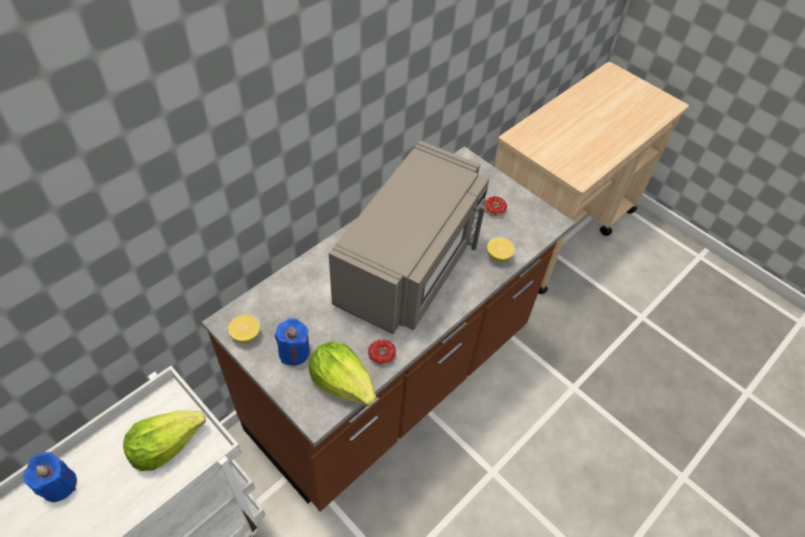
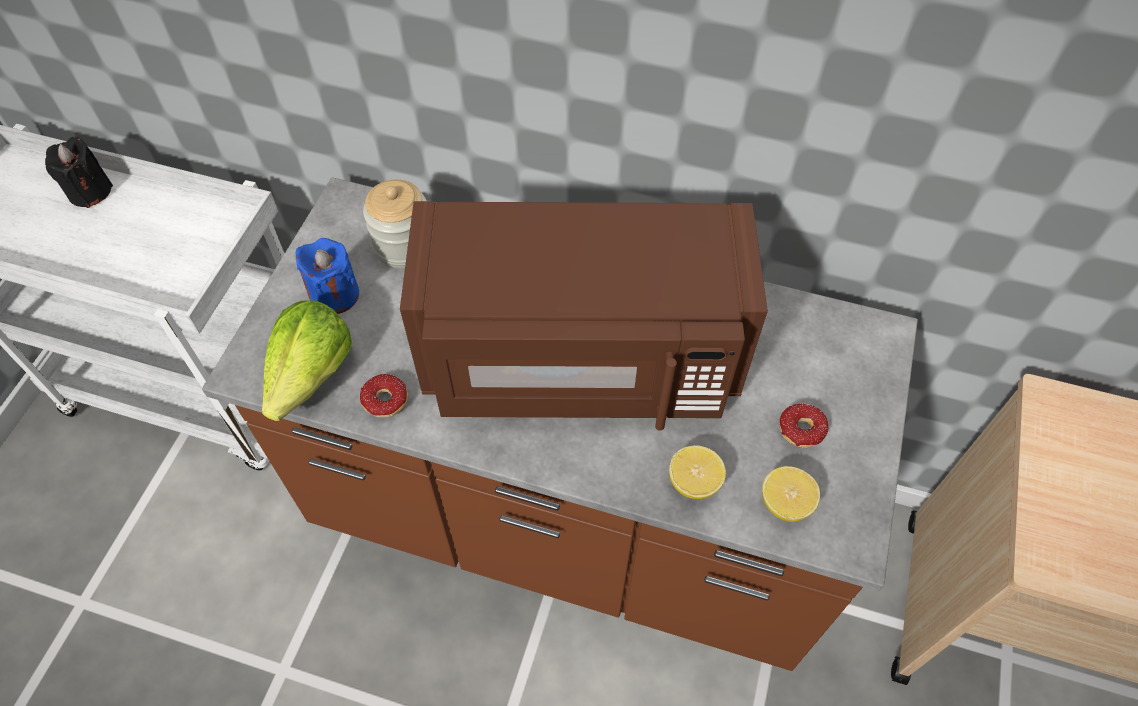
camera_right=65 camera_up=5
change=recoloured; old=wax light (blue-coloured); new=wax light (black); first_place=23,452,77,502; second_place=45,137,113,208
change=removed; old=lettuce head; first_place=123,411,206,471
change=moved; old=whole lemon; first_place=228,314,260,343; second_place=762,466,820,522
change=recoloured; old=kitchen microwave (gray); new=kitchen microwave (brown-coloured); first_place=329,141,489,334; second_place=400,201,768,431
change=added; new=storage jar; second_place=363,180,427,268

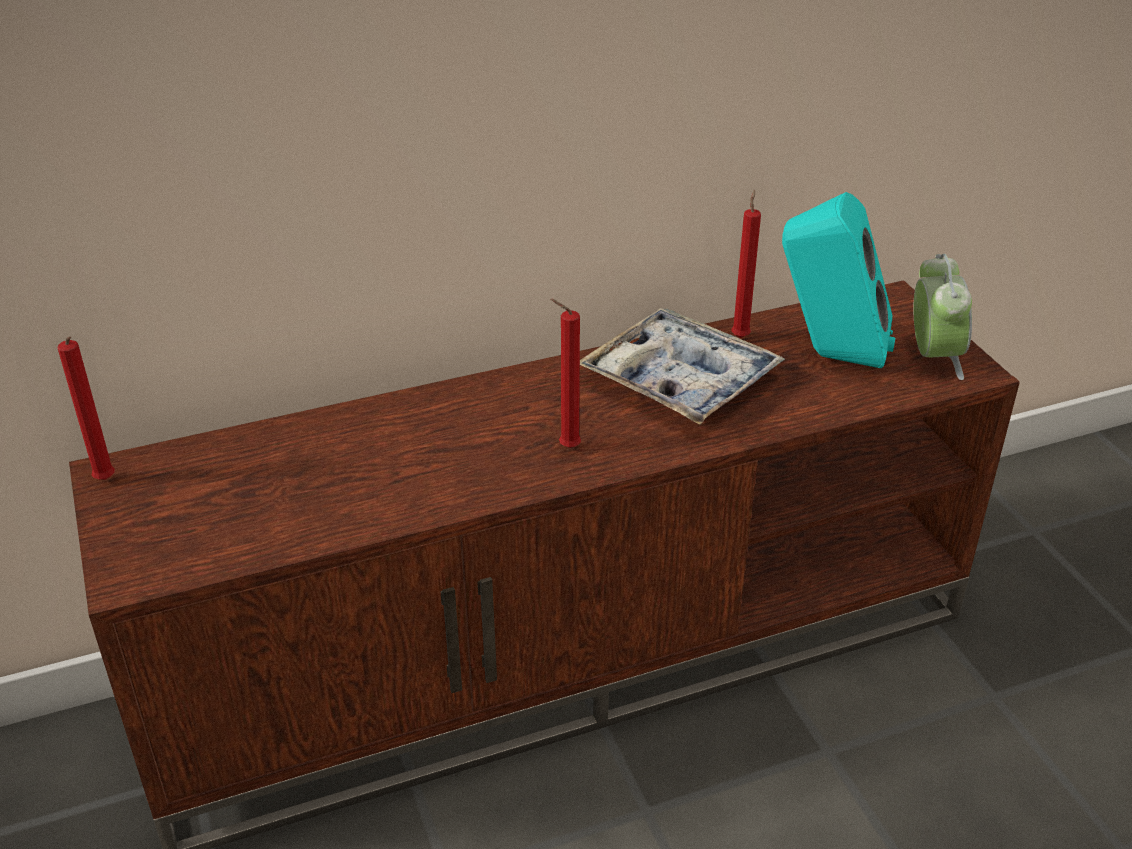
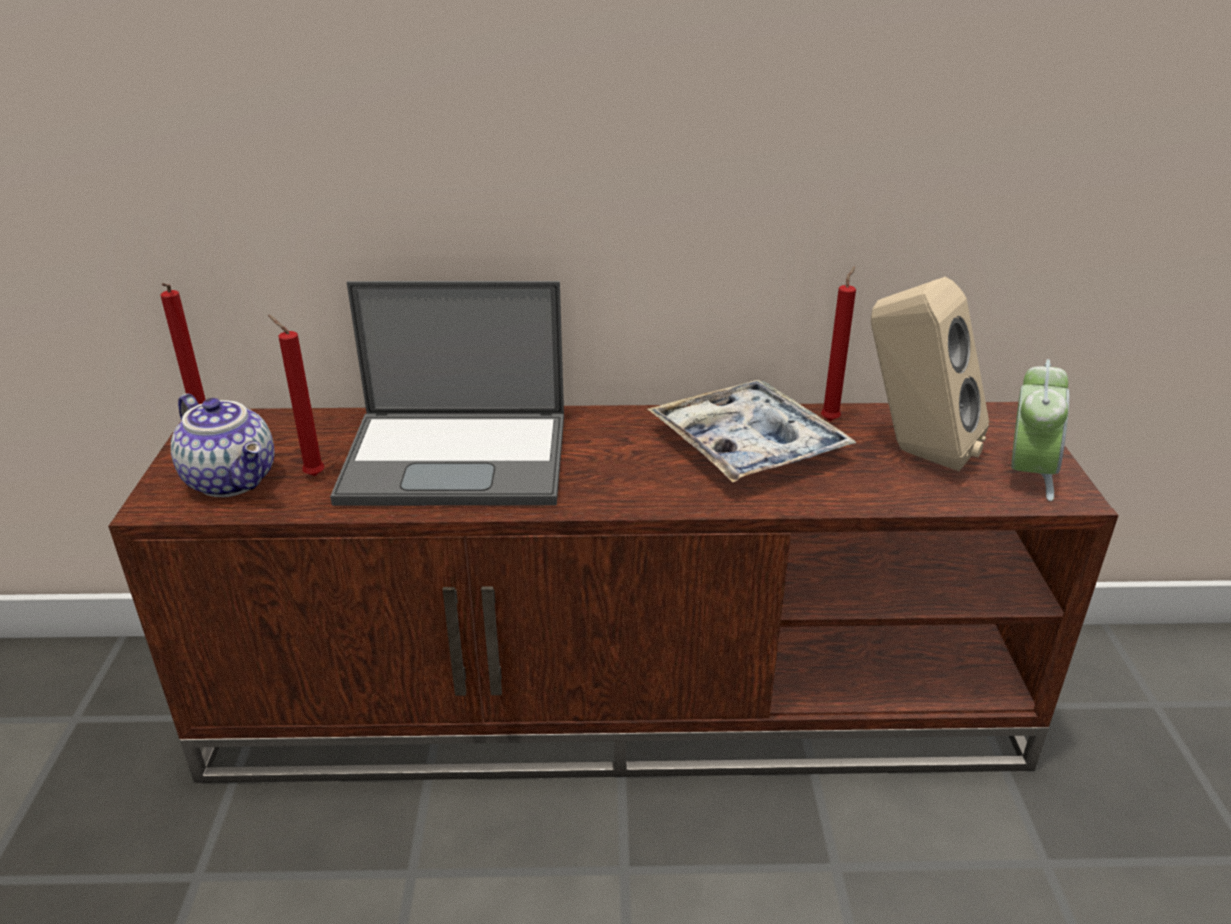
camera_right=20 camera_up=-5
change=moved; old=wax light (reddish); first_place=550,299,581,448; second_place=268,314,325,476
change=recoloured; old=audio speaker (turquoise); new=audio speaker (sand-coloured); first_place=782,192,895,368; second_place=871,277,989,471
change=added; new=pot for tea; second_place=171,394,274,497
change=added; new=laptop; second_place=330,281,564,506

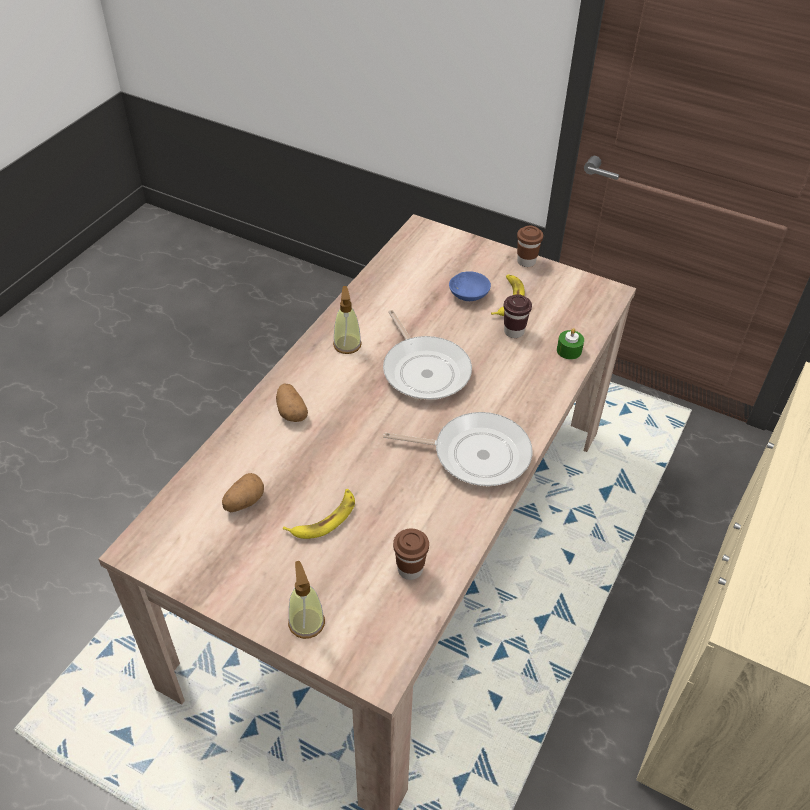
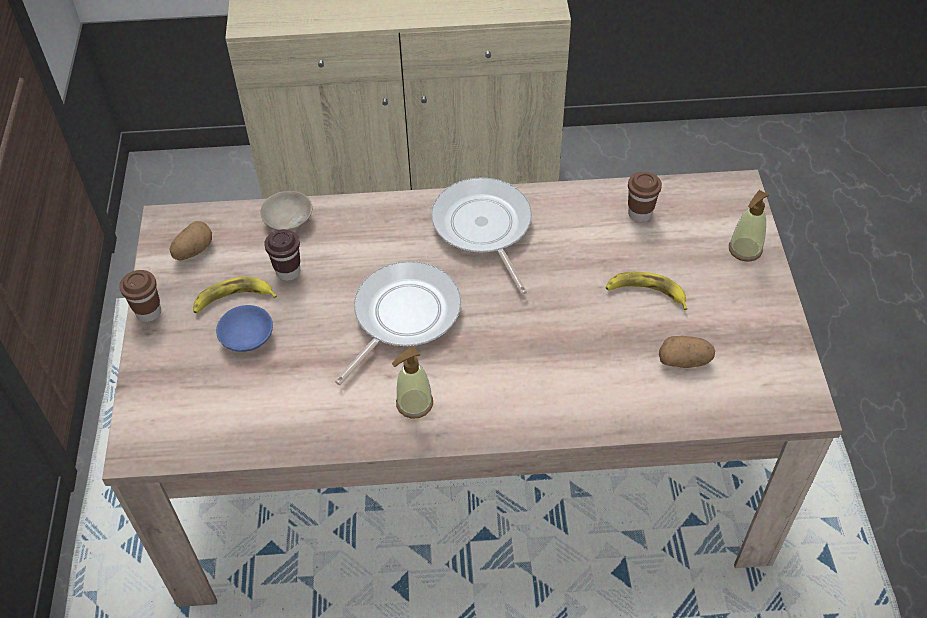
camera_right=-120 camera_up=5
change=moved; old=whole potato; first_place=276,384,308,422; second_place=170,221,212,260
change=replaced; old=wax light (green-coloured); new=serving bowl (sand-coloured); first_place=557,328,584,360; second_place=261,191,312,231

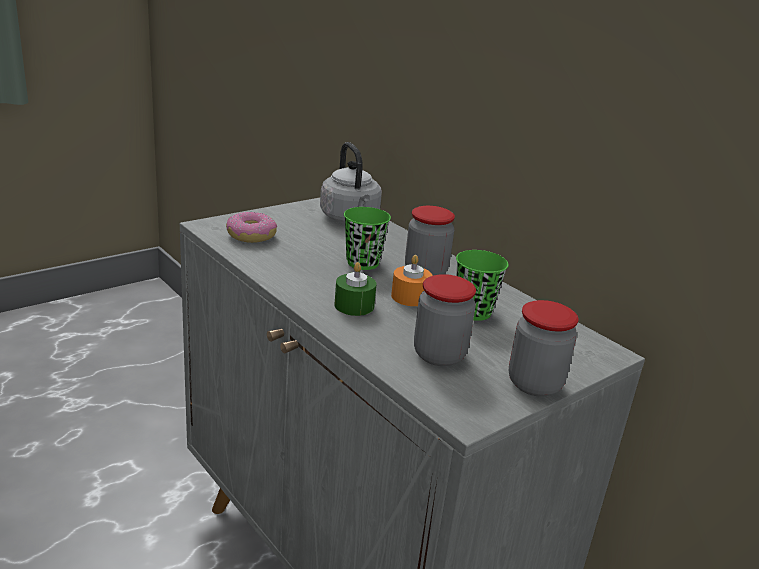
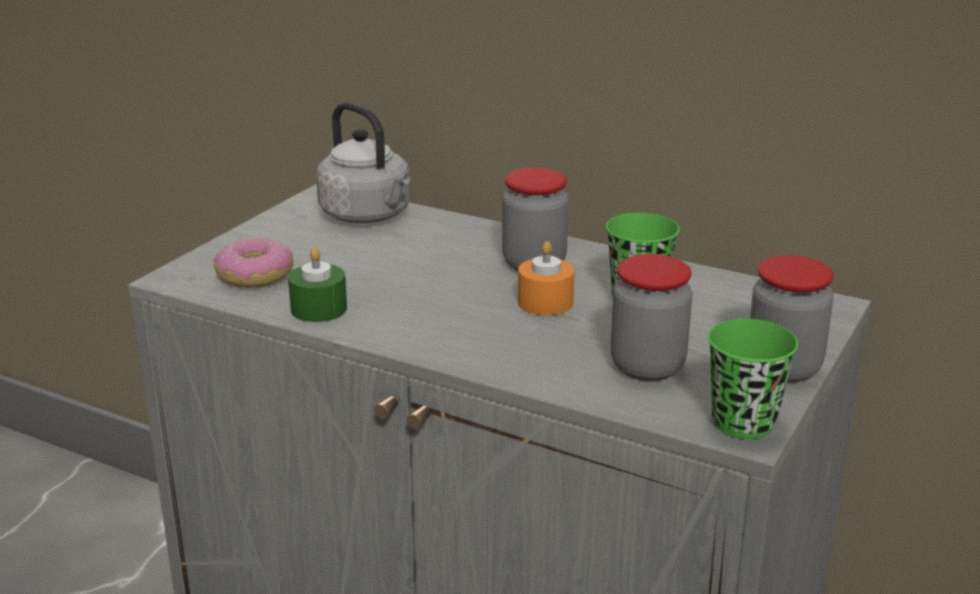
camera_right=-20 camera_up=0
change=moved; old=wax light (green-coloured); first_place=334,262,376,316; second_place=288,247,347,322
change=moved; old=drinking cup (green-coloured); first_place=344,207,391,270; second_place=708,319,798,439

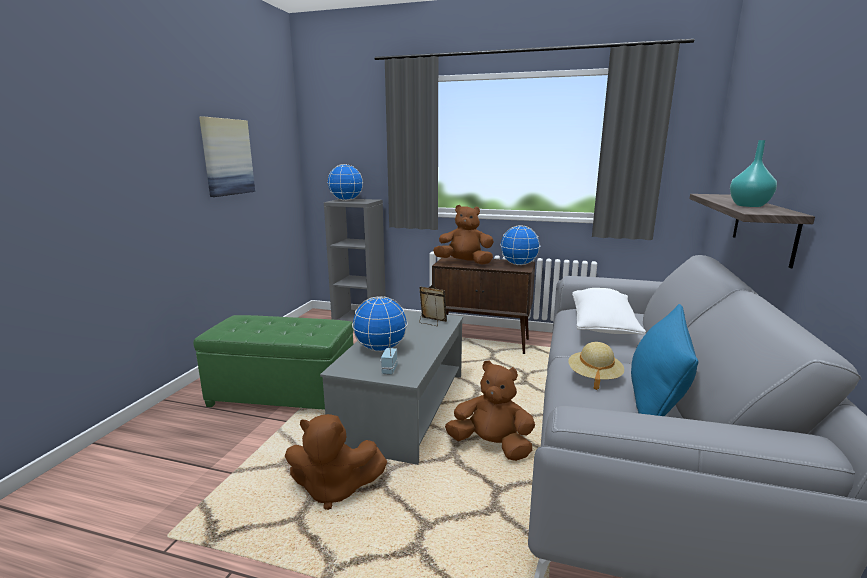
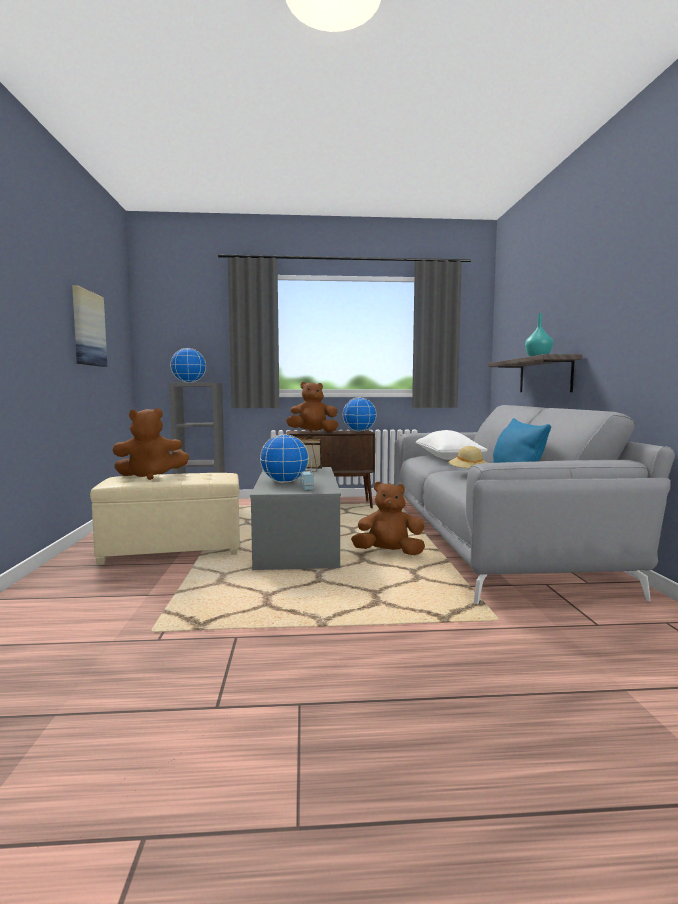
camera_right=-20 camera_up=-10
change=recoloured; old=pouffe (green-coloured); new=pouffe (sand-coloured); first_place=193,315,354,410; second_place=90,473,240,565
change=moved; old=cuddly toy (brown-coloured); first_place=285,414,387,510; second_place=112,408,190,480

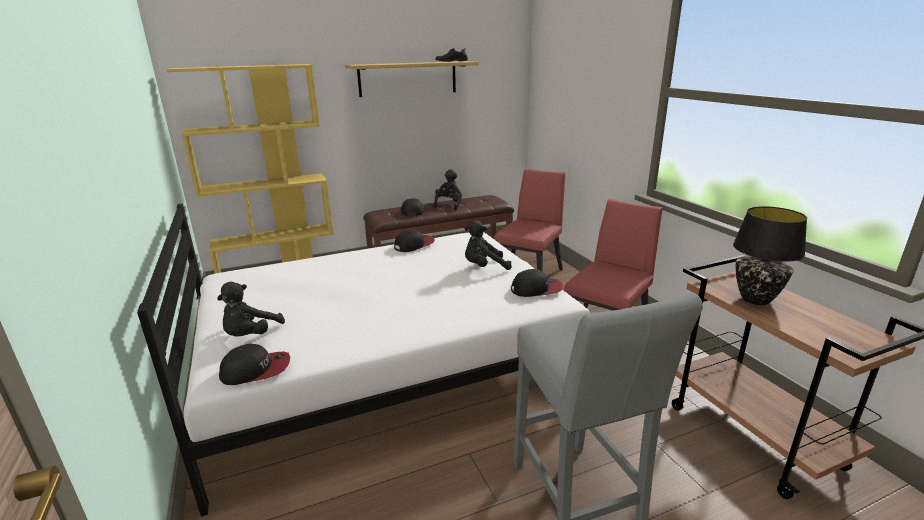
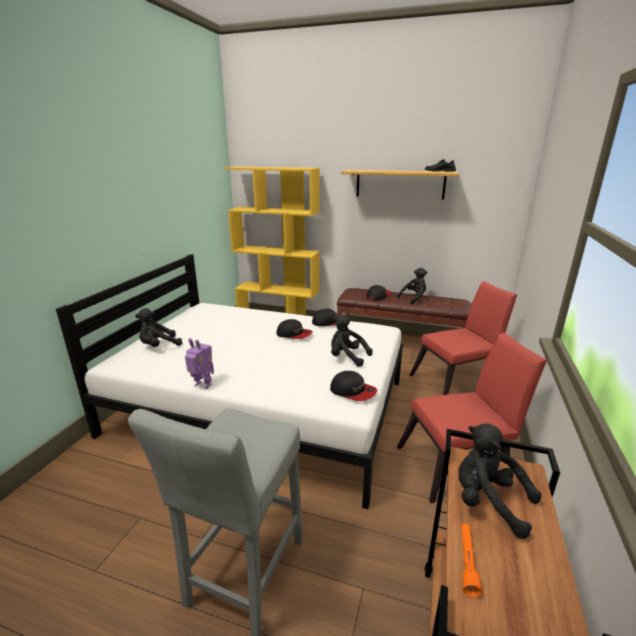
camera_right=40 camera_up=0
change=moved; old=baseball cap; first_place=219,344,290,385; second_place=276,319,313,339
change=replaced; old=tabletop lamp (black); new=cuddly toy (black); first_place=733,206,807,305; second_place=459,423,542,539
change=added; new=toy robot; second_place=185,338,214,389
change=added; new=torch (orange-coloured); second_place=461,524,482,598

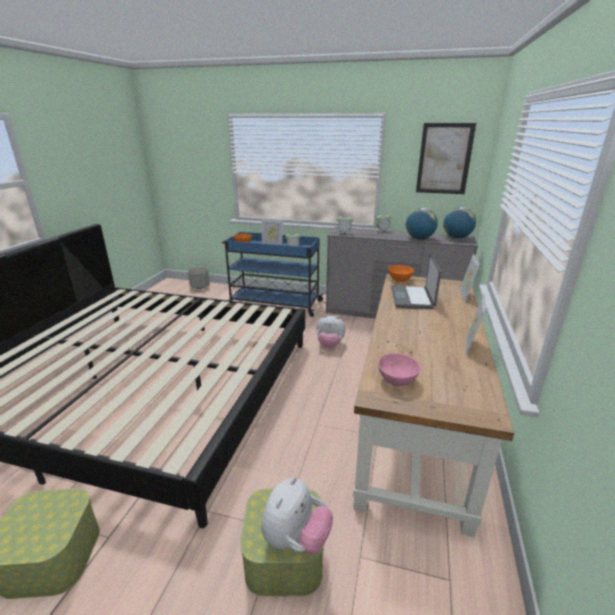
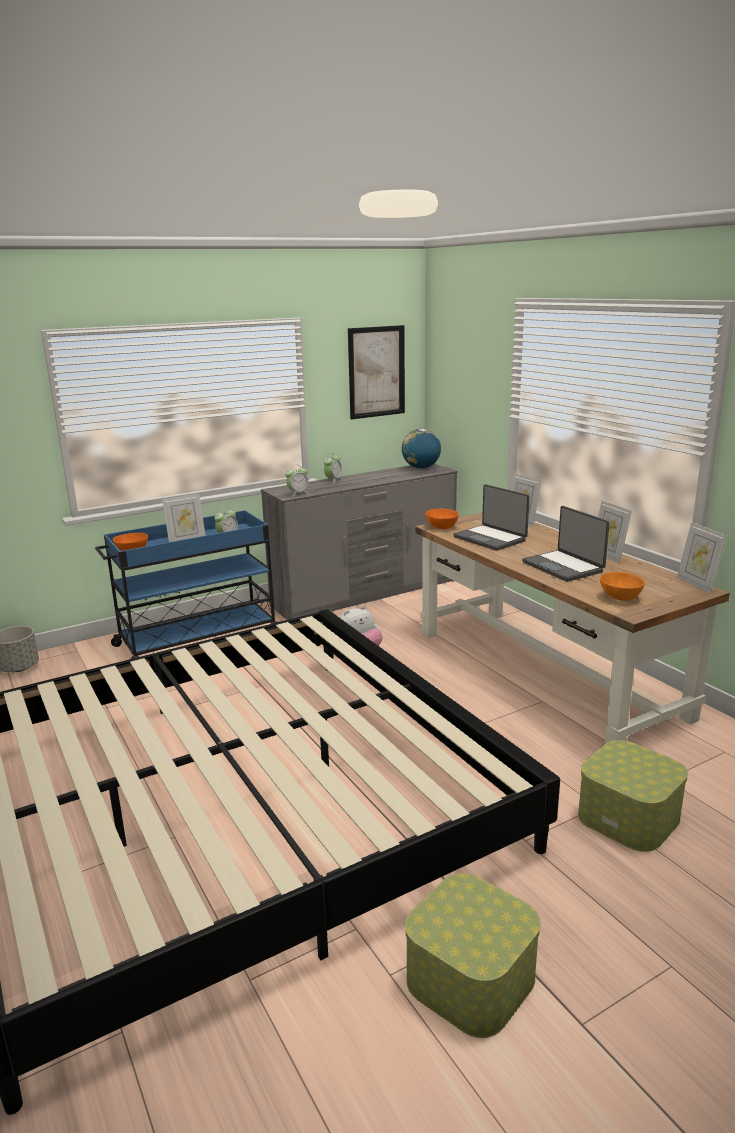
camera_right=-45 camera_up=-5
change=removed; old=cuddly toy; first_place=261,477,333,554
change=recoloured; old=serving bowl (pinkish); new=serving bowl (orange-coloured); first_place=378,353,421,387; second_place=600,572,645,601
change=removed; old=globe; first_place=406,208,438,239
change=added; new=laptop; second_place=522,506,610,582
change=added; new=photo frame; second_place=677,522,727,593

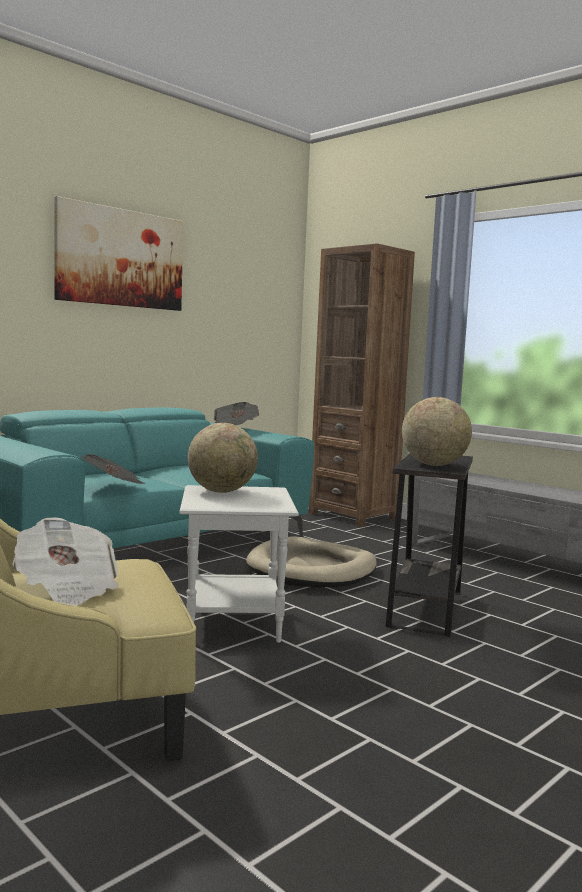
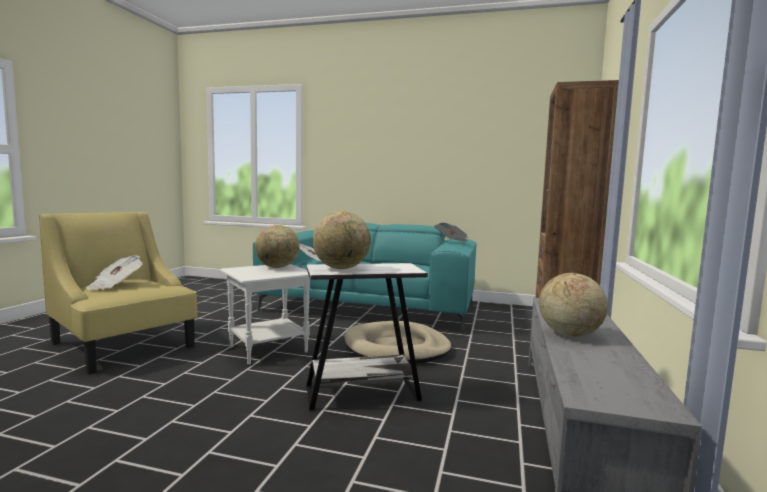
camera_right=60 camera_up=0
change=removed; old=picture; first_place=54,196,183,311
change=recoloured; old=end table (black); new=end table (white); first_place=386,454,473,637; second_place=306,263,428,410
change=added; new=globe; second_place=539,273,608,337

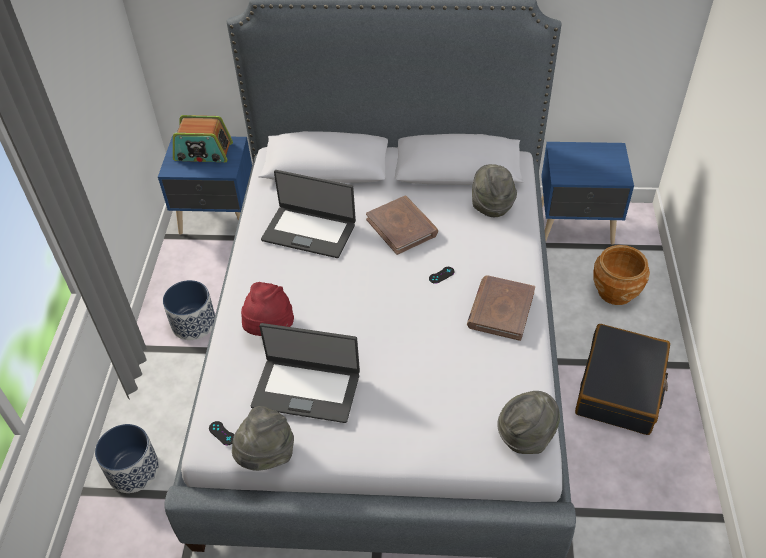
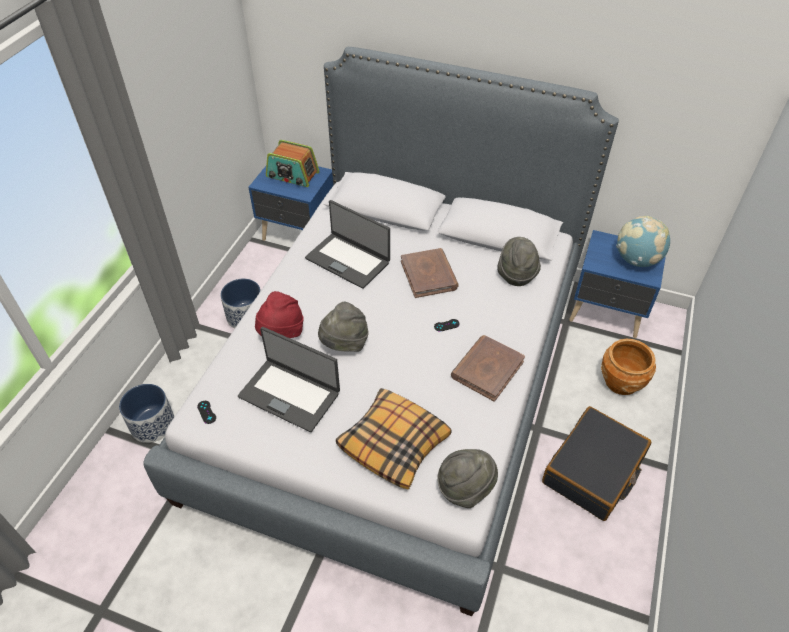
camera_right=15 camera_up=0
change=moved; old=wearable hat (gray); first_place=232,406,294,471; second_place=318,302,369,352
change=added; new=cushion; second_place=336,388,452,490
change=added; new=globe; second_place=616,216,670,267

